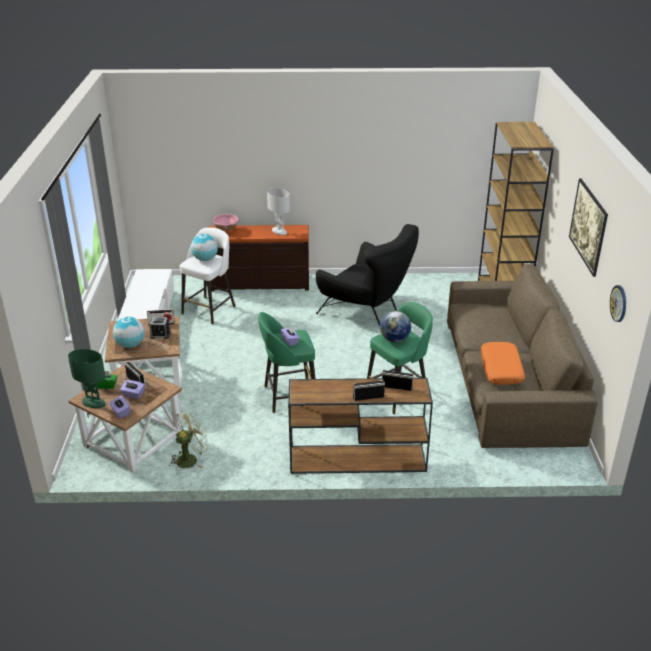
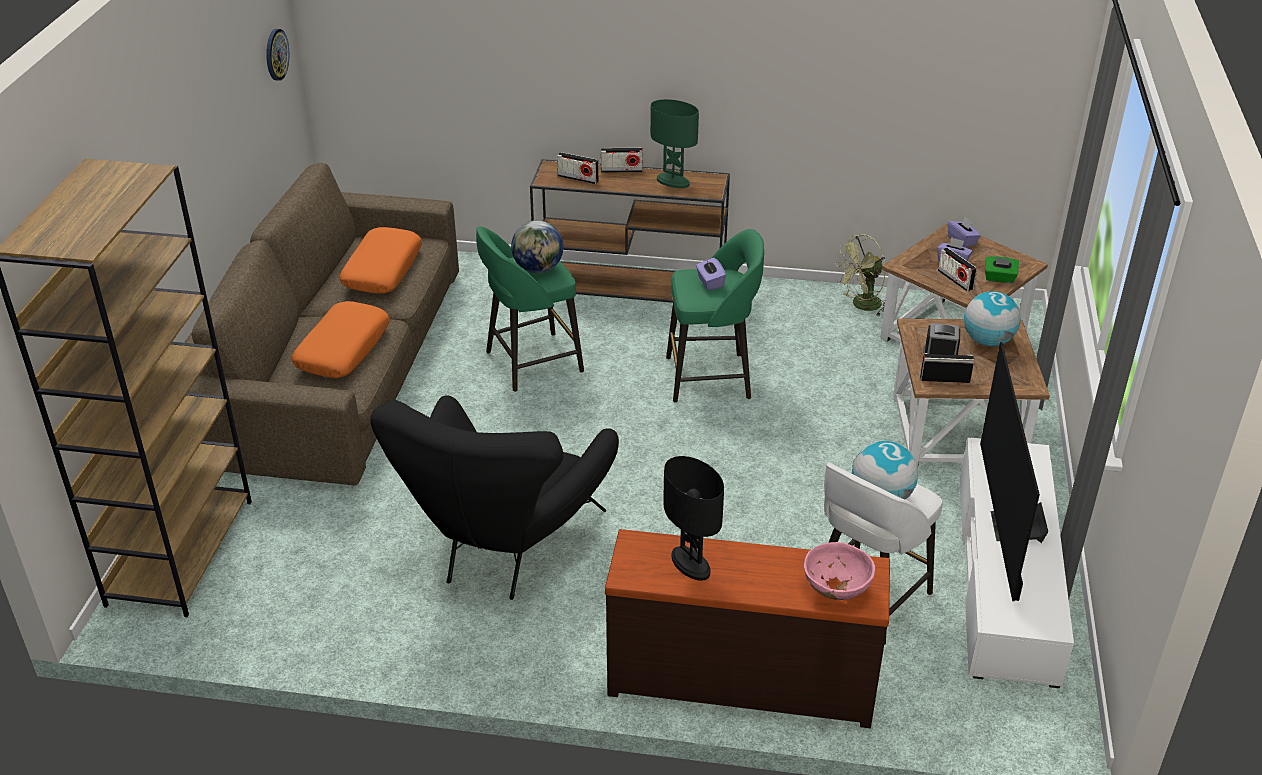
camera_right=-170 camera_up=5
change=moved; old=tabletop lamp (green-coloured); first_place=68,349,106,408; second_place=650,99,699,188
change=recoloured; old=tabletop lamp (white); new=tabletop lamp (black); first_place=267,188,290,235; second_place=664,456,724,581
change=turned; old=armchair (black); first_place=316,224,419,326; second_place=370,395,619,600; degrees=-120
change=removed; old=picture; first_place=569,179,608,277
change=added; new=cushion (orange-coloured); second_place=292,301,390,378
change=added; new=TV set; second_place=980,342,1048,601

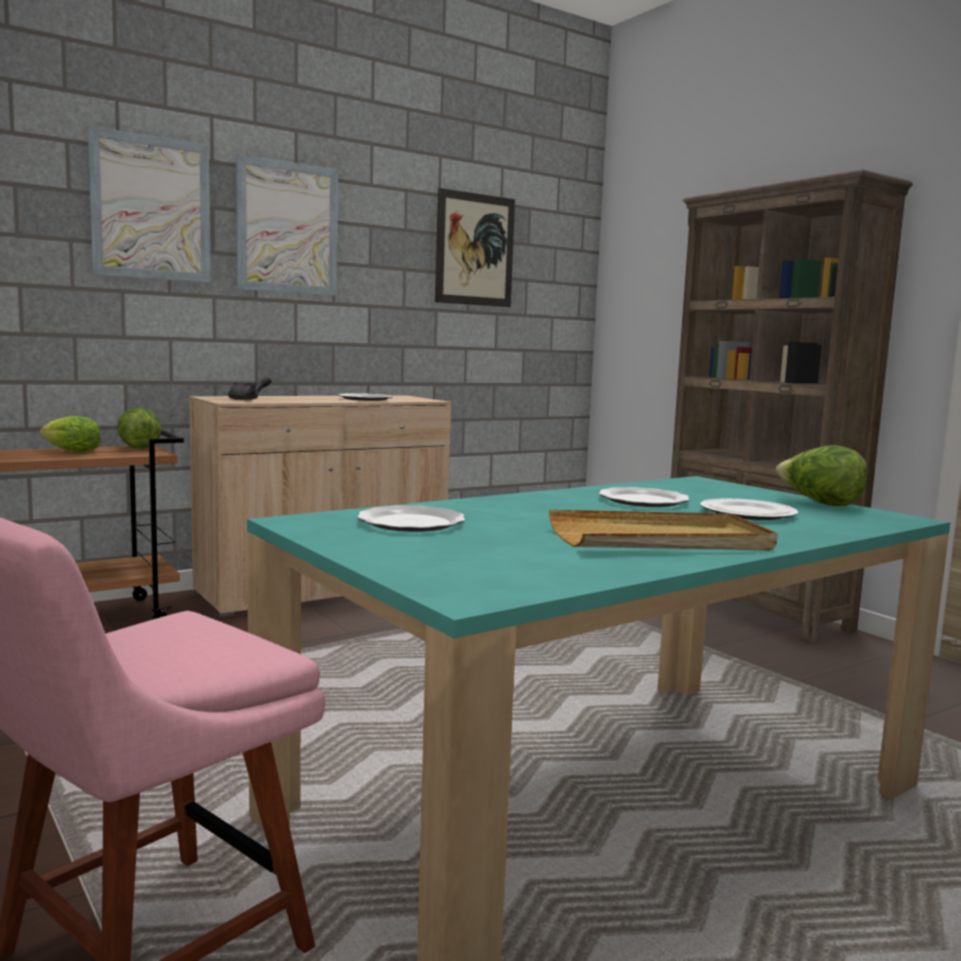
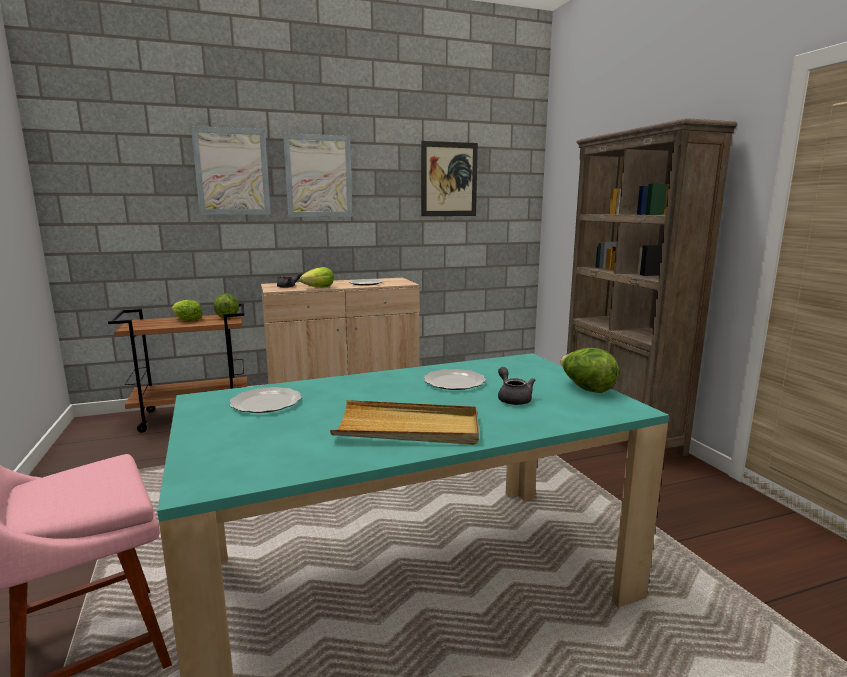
camera_right=15 camera_up=5
change=replaced; old=flat dish; new=pot for tea (gray); first_place=700,498,798,520; second_place=498,367,535,405
change=added; new=lettuce head; second_place=300,267,334,287

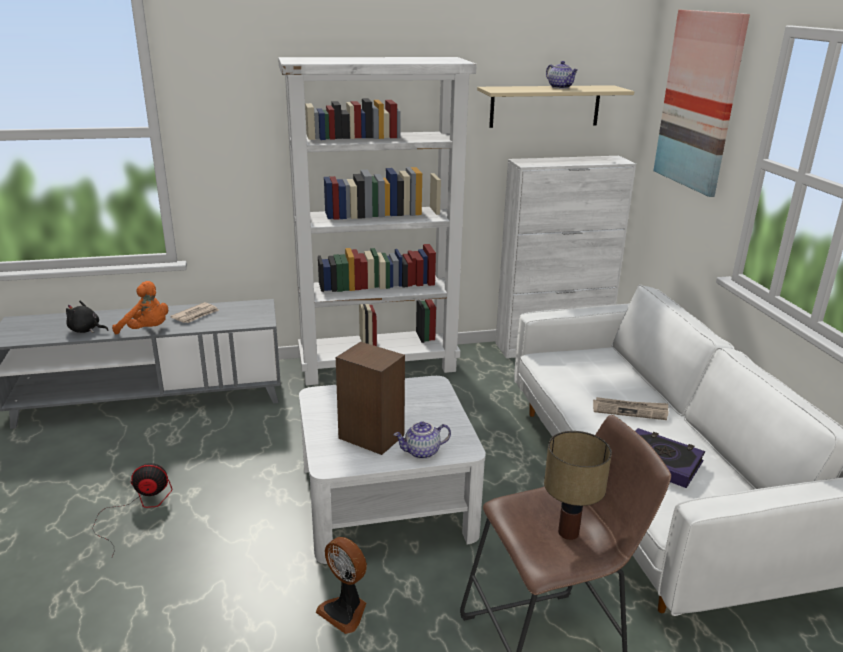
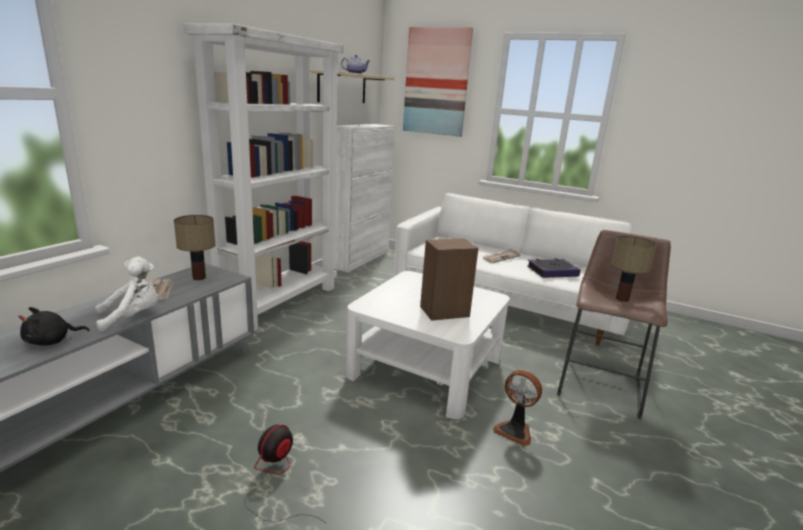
camera_right=-50 camera_up=-5
change=recoloured; old=cuddly toy (orange-coloured); new=cuddly toy (white); first_place=112,281,168,334; second_place=95,256,158,332
change=turned; old=electric fan; first_place=316,537,367,634; second_place=493,370,542,446; degrees=45
change=removed; old=pot for tea; first_place=393,421,451,459
change=added; new=tabletop lamp; second_place=174,215,215,280

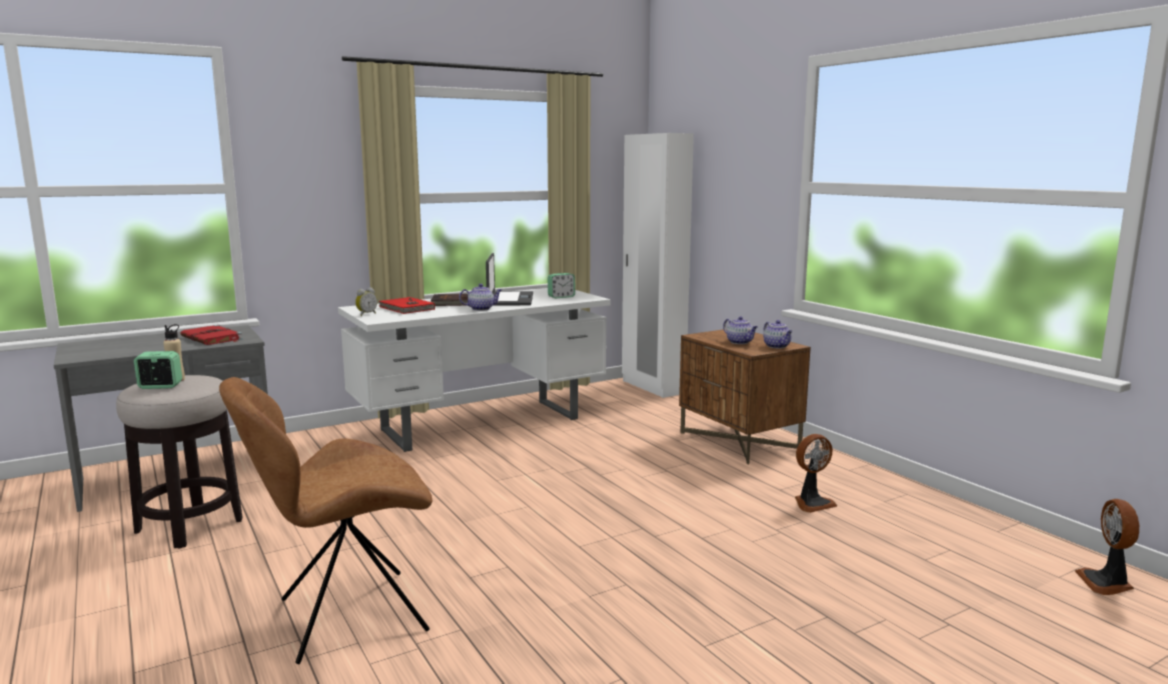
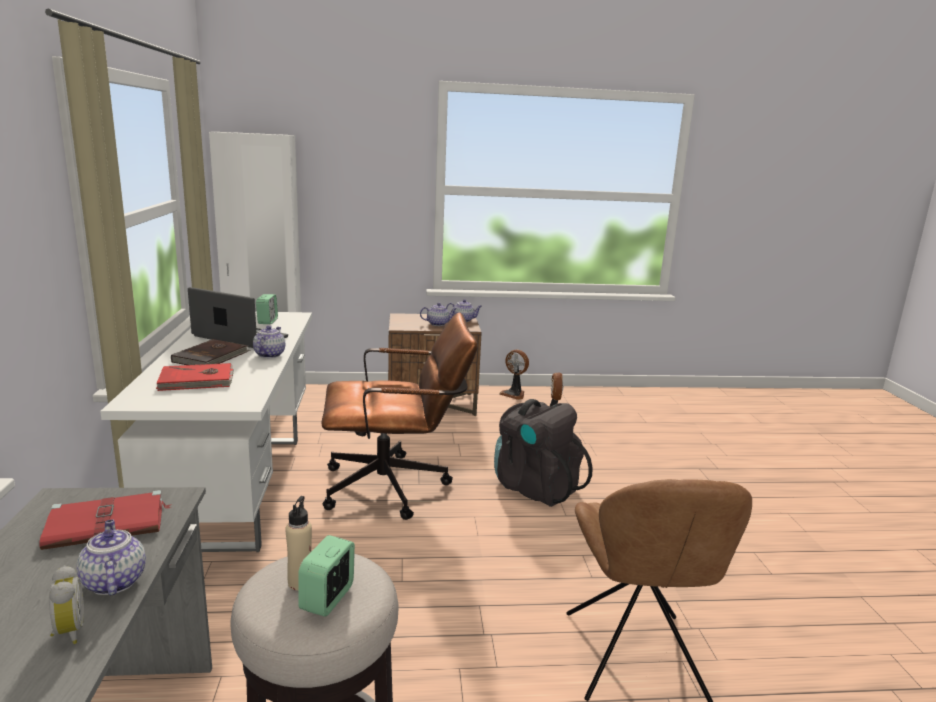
camera_right=-65 camera_up=5
change=moved; old=table clock; first_place=355,287,377,316; second_place=49,565,84,644
change=moved; old=electric fan; first_place=1075,499,1139,595; second_place=499,350,529,400
change=added; new=pot for tea; second_place=77,520,146,595
change=added; new=office chair (brown-coloured); second_place=321,313,478,520
change=added; new=knapsack (black); second_place=494,399,593,507

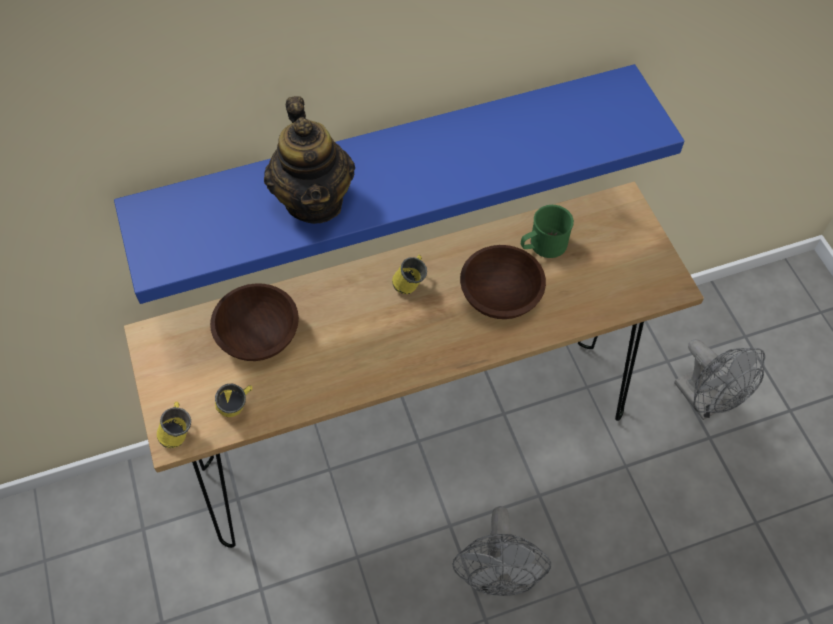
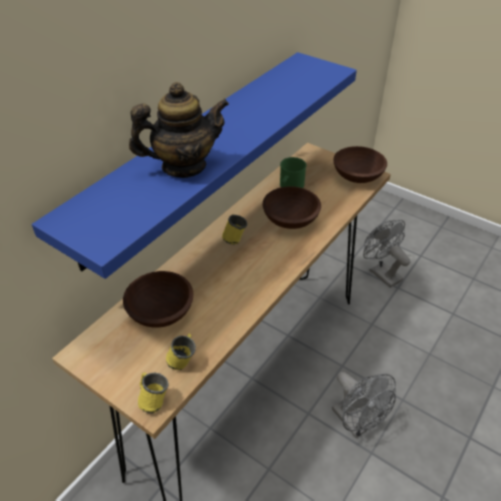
camera_right=-35 camera_up=-15
change=turned; old=pot for tea; first_place=264,96,355,224; second_place=129,82,229,178; degrees=-60
change=turned; old=electric fan (gray); first_place=674,339,765,420; second_place=363,220,410,288; degrees=-150
change=added; new=serving bowl (brown-coloured); second_place=333,146,387,183

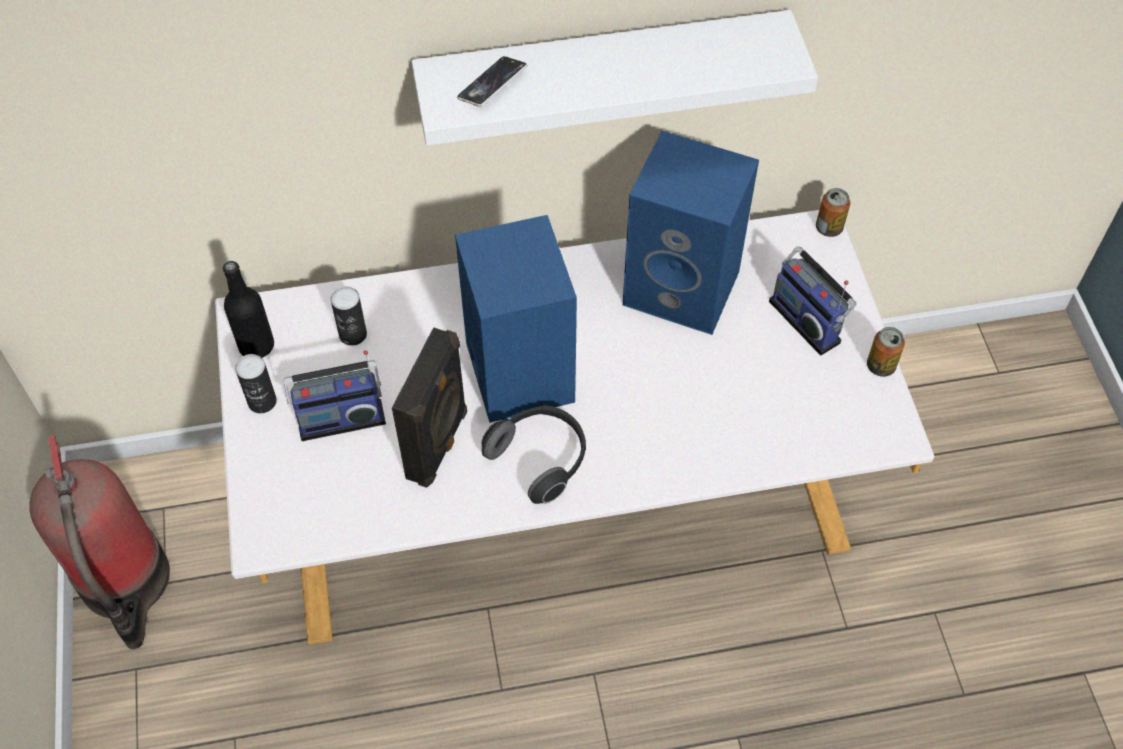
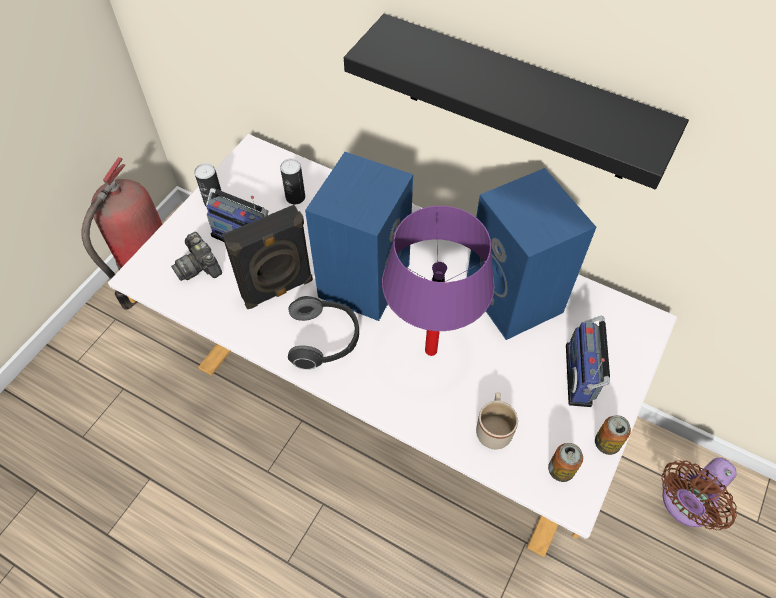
camera_right=40 camera_up=0
change=removed; old=bottle (black); first_place=223,261,274,358
change=recoloured; old=wall shelf (white); new=wall shelf (black); first_place=412,10,818,146; second_place=344,14,689,189
change=removed; old=handset; first_place=457,56,528,107
change=moved; old=sealed can; first_place=816,188,850,237; second_place=548,443,583,482
change=added; new=photo camera; second_place=171,232,222,281
change=added; new=tabletop lamp (purple); second_place=382,206,495,356
change=added; new=coffee mug (sand-coloured); second_place=476,392,518,449
change=added; new=electric fan (brown-coloured); second_place=662,457,737,530

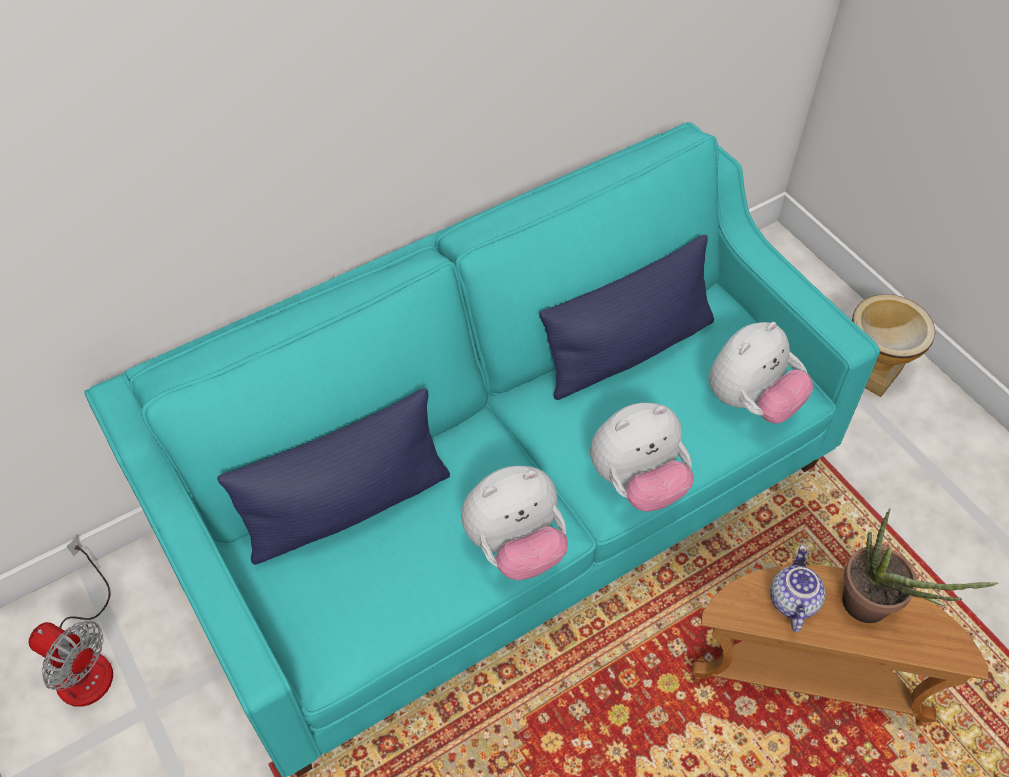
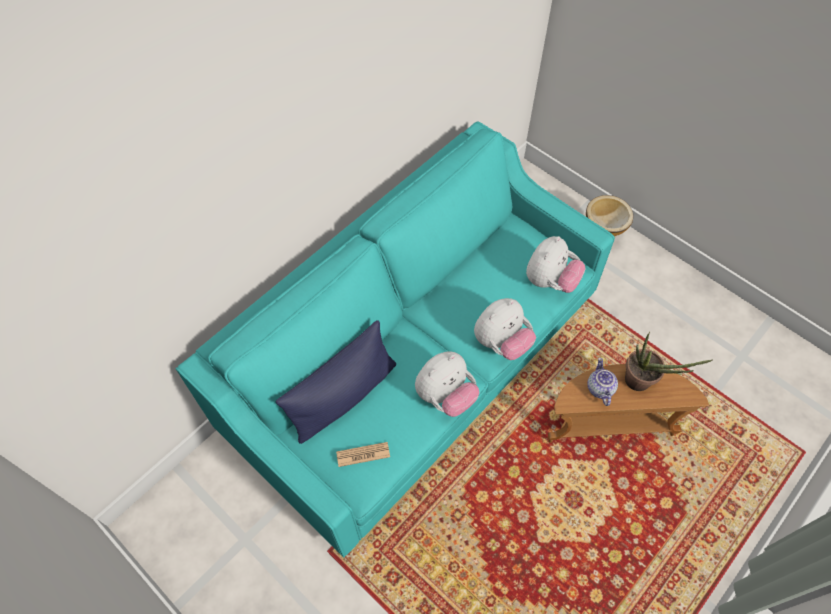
camera_right=-15 camera_up=5
change=removed; old=electric fan; first_place=29,536,113,707
change=removed; old=cushion (blue-coloured); first_place=539,235,714,400
change=added; new=printed paper; second_place=336,442,390,467

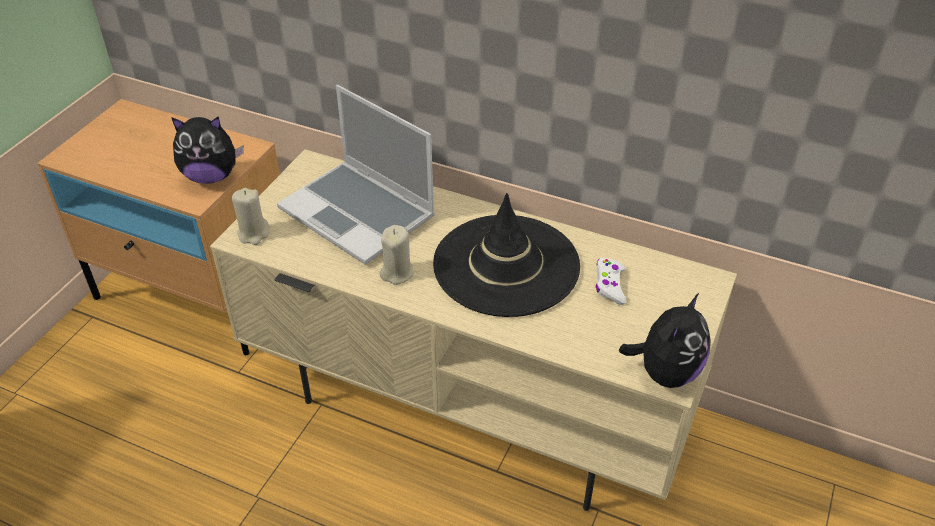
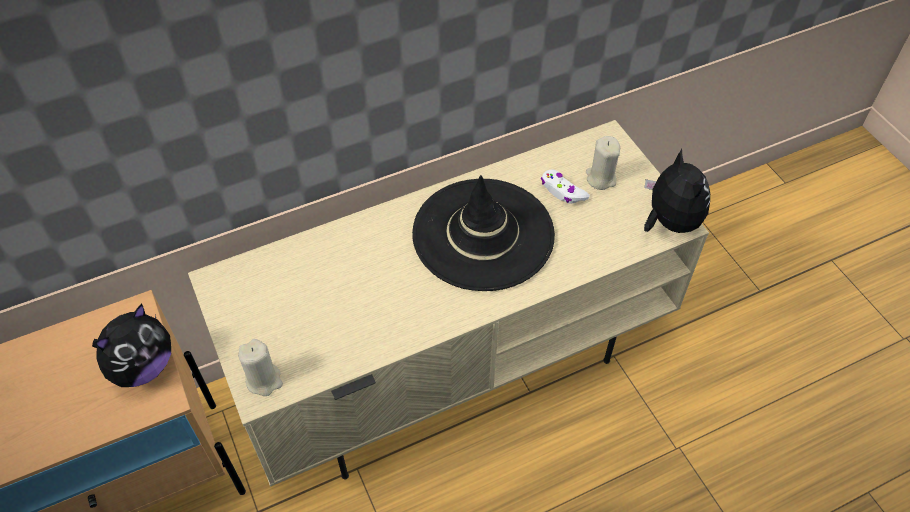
camera_right=-50 camera_up=10
change=removed; old=laptop; first_place=277,85,435,265
change=moved; old=wax light (sand-coloured); first_place=379,225,414,285; second_place=586,136,620,190

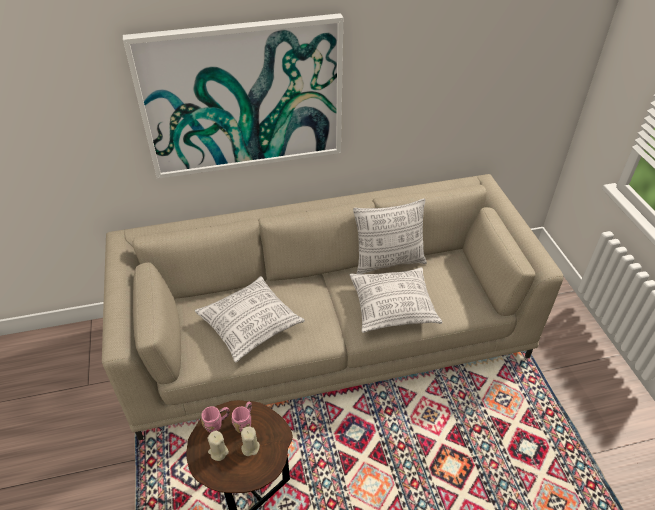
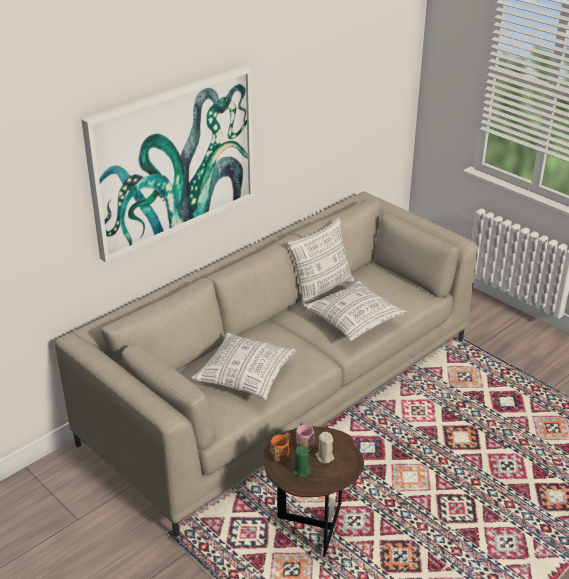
camera_right=-30 camera_up=-10
change=recoloured; old=coffee mug (pinkish); new=coffee mug (orange-coloured); first_place=201,406,230,433; second_place=270,432,290,462
change=recoloured; old=wax light (sand-coloured); new=wax light (green-coloured); first_place=207,431,229,461; second_place=292,446,311,477

